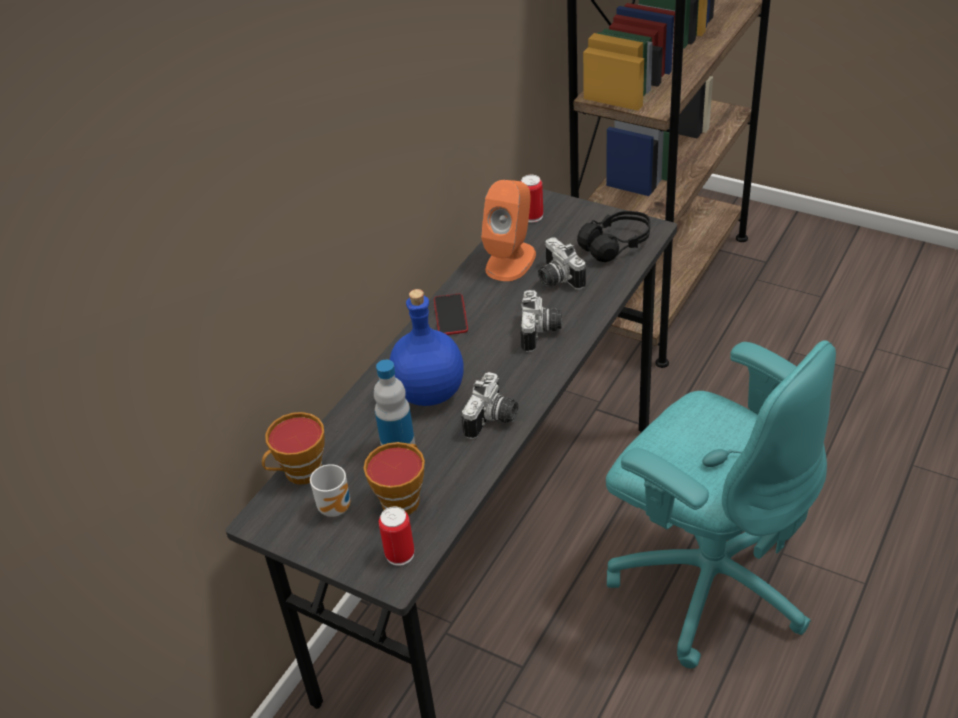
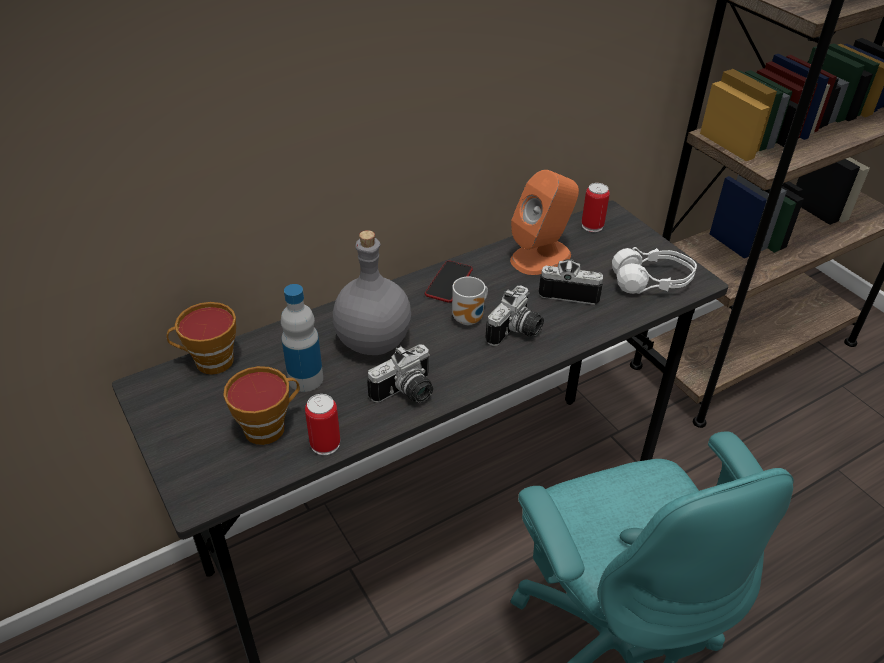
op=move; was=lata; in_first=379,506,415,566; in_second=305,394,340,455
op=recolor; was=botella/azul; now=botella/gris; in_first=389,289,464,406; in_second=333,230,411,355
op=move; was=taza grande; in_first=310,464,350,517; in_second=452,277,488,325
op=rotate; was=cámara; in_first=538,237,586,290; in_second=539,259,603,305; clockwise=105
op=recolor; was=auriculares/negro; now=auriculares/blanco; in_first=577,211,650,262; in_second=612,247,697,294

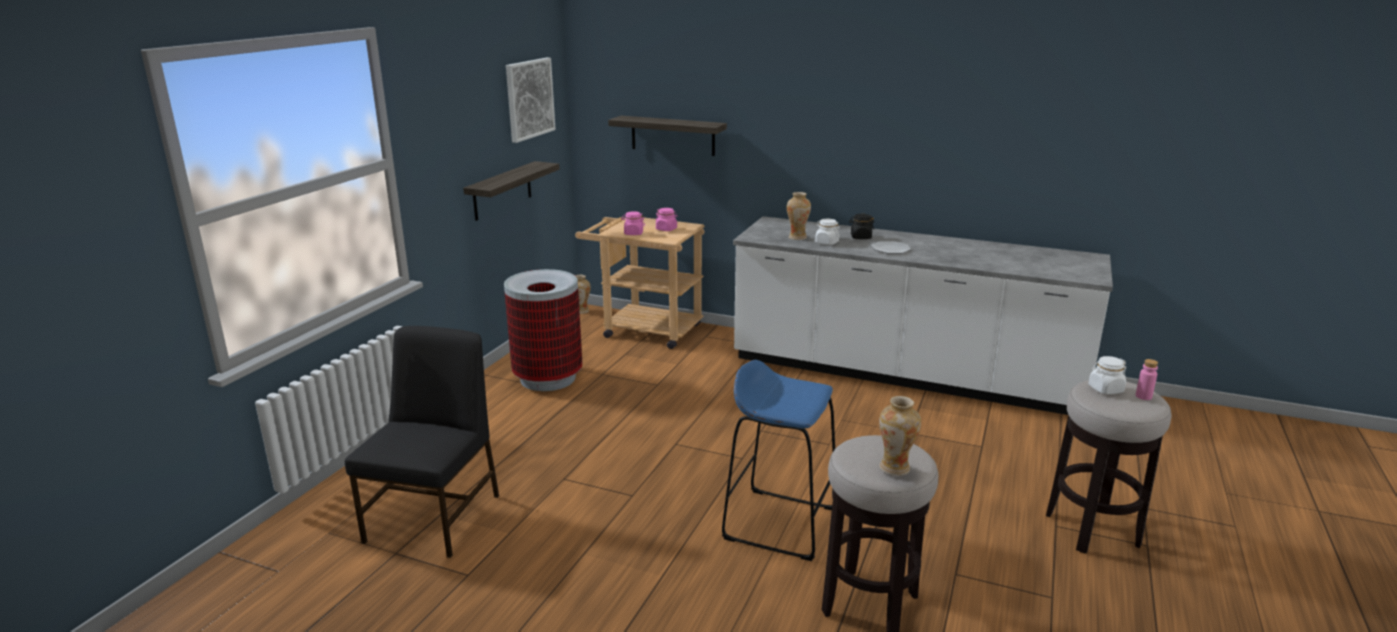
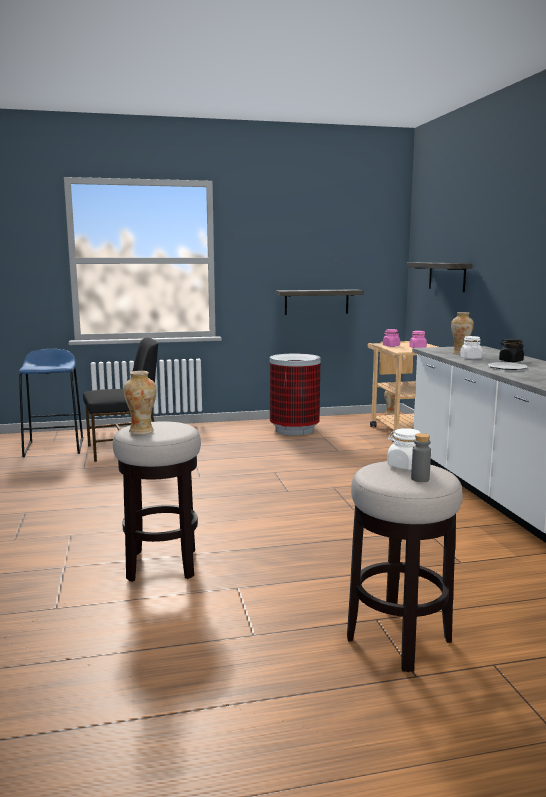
op=move; was=taburete/azul; in_first=722,360,835,561; in_second=19,349,83,457
op=recolor; was=botella/rosa; now=botella/gris; in_first=1136,359,1158,400; in_second=411,433,431,482
op=delete; was=cuadro; in_first=506,58,556,143

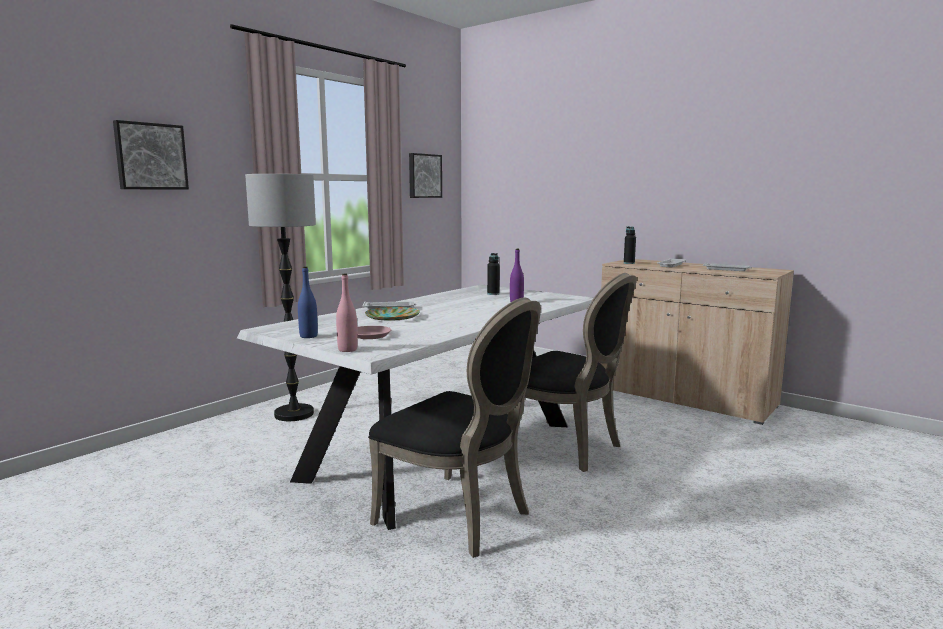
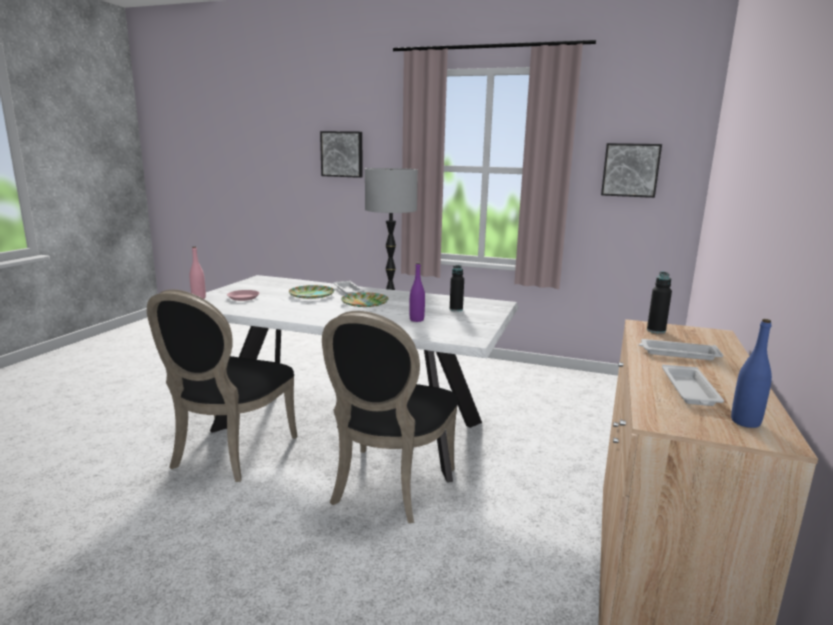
op=insert; now=plato; in_second=341,293,389,307
op=move; was=botella/azul; in_first=298,266,318,338; in_second=731,319,772,428

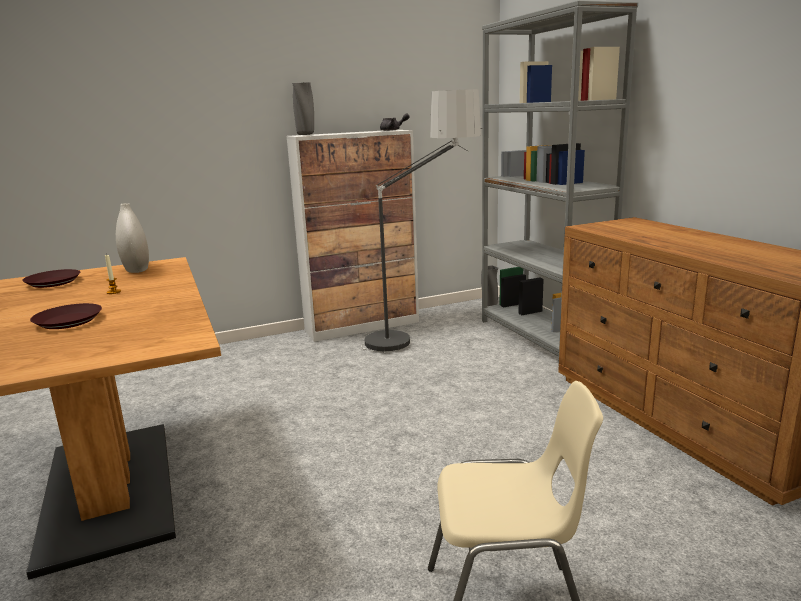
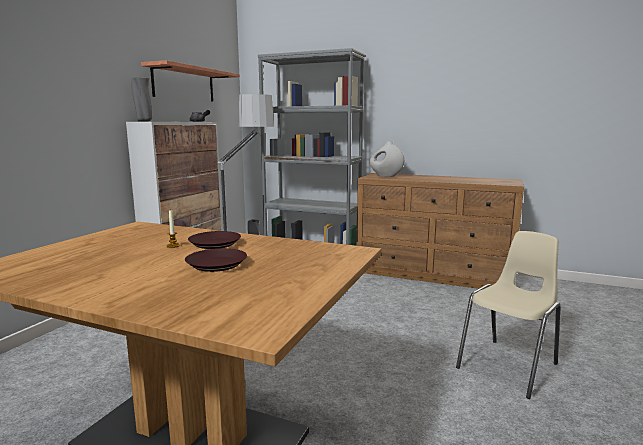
op=insert; now=estante; in_second=141,60,239,101
op=move; was=plato/marrón; in_first=22,269,80,288; in_second=188,231,241,249
op=move; was=florero/blanco; in_first=116,203,149,273; in_second=369,141,404,177

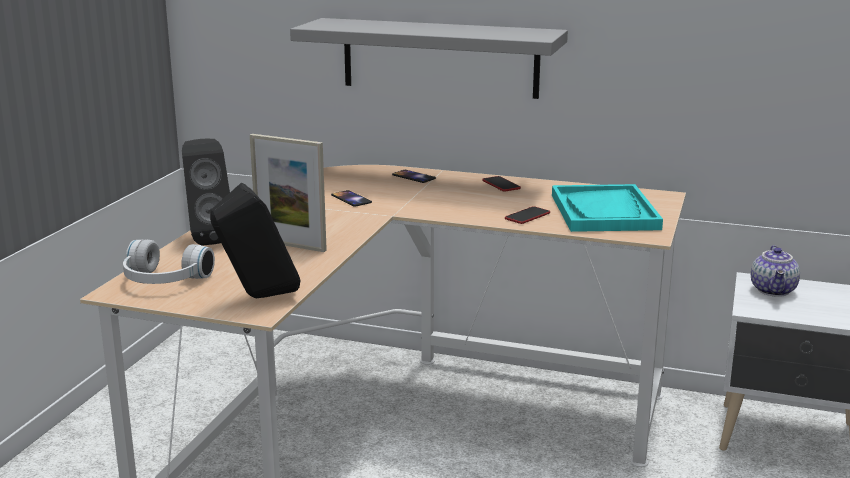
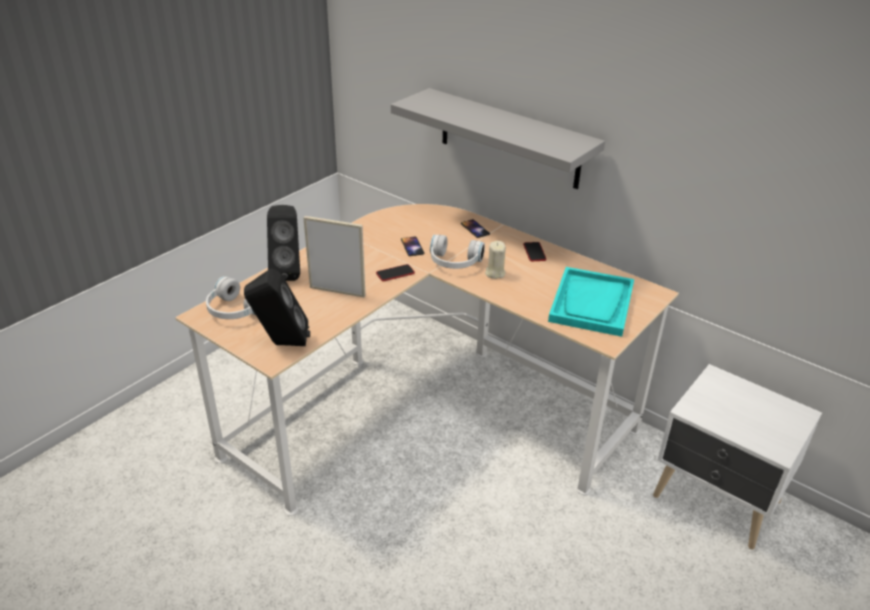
op=rotate; was=portarretratos; in_first=250,134,327,252; in_second=304,216,366,297; clockwise=150
op=move; was=móvil; in_first=505,206,550,224; in_second=376,264,415,281
op=insert; now=auriculares/blanco; in_second=430,235,485,269
op=insert; now=vela/beis; in_second=485,241,506,279
op=delete; was=tetera; in_first=751,245,800,297

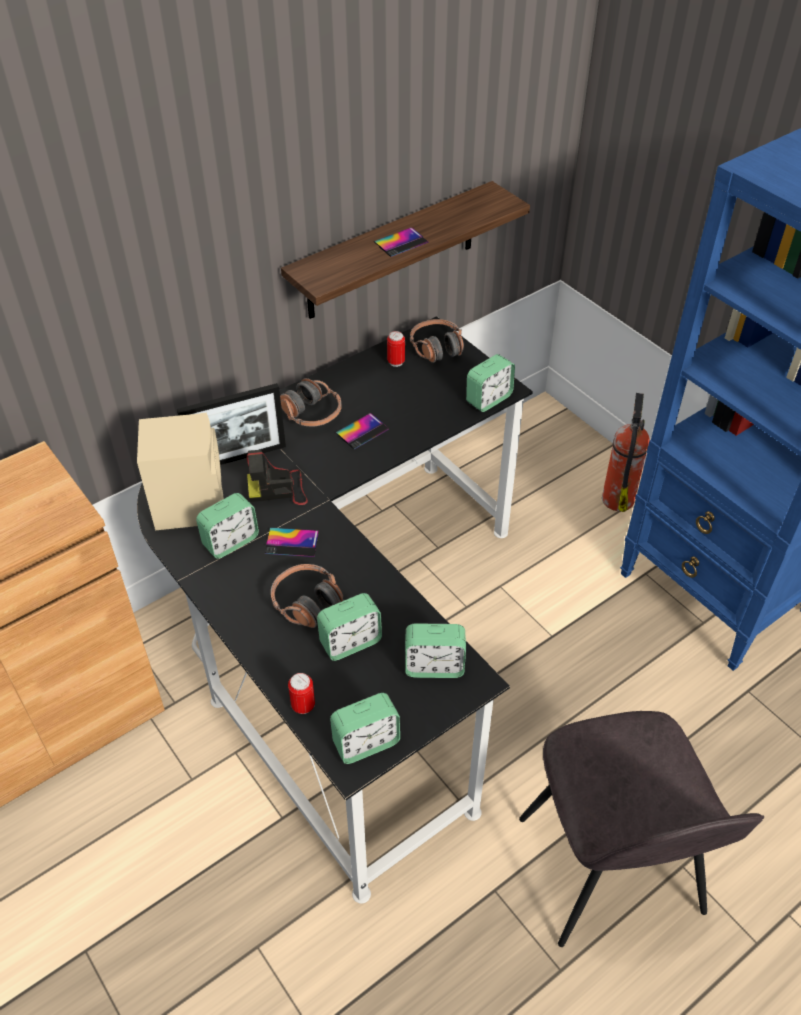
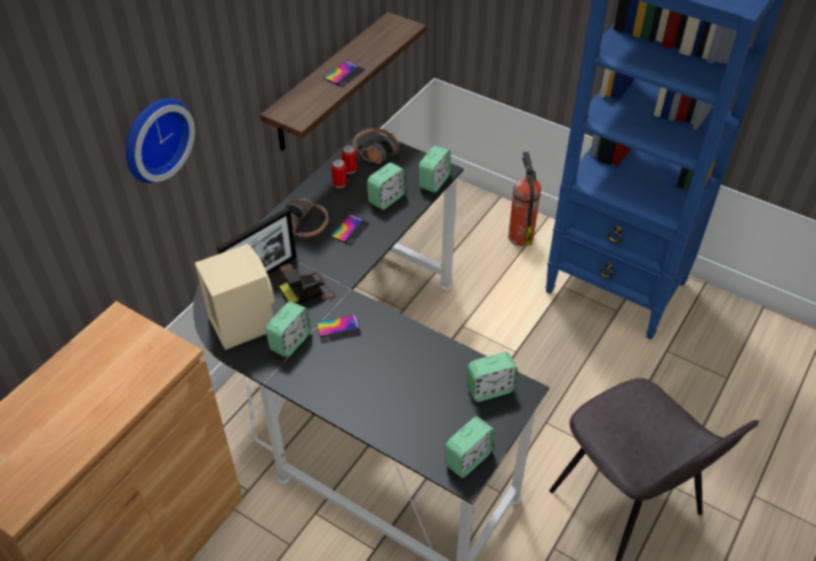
op=insert; now=reloj de pared; in_second=126,98,195,183
op=move; was=lata; in_first=288,673,315,714; in_second=331,159,347,188
op=move; was=despertador; in_first=317,593,382,661; in_second=367,162,406,210
op=delete; was=auriculares; in_first=271,564,343,628

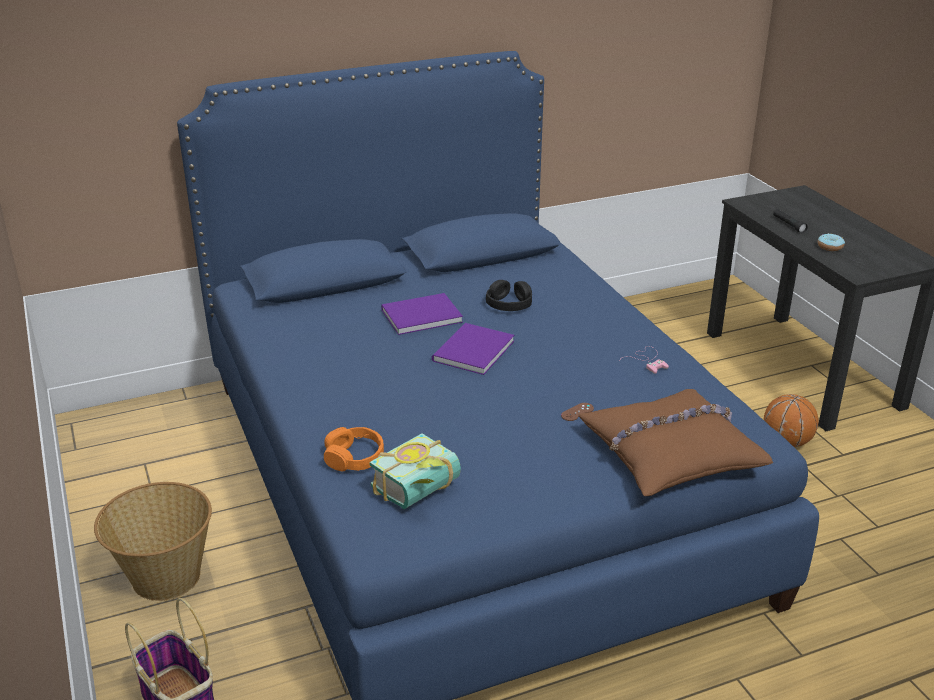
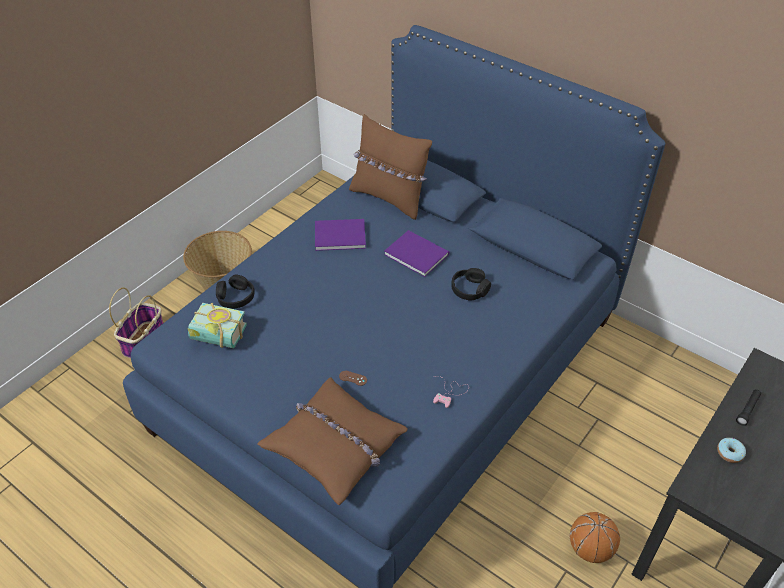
op=recolor; was=auriculares/naranja; now=auriculares/negro; in_first=324,427,384,471; in_second=216,275,255,309
op=move; was=libro/morado; in_first=432,323,514,375; in_second=315,219,366,251
op=insert; now=cojín/marrón; in_second=349,114,432,220

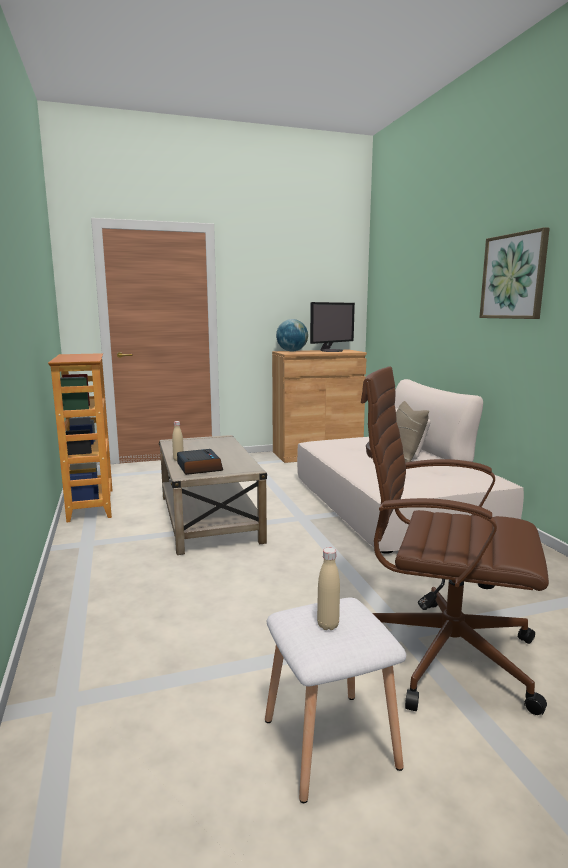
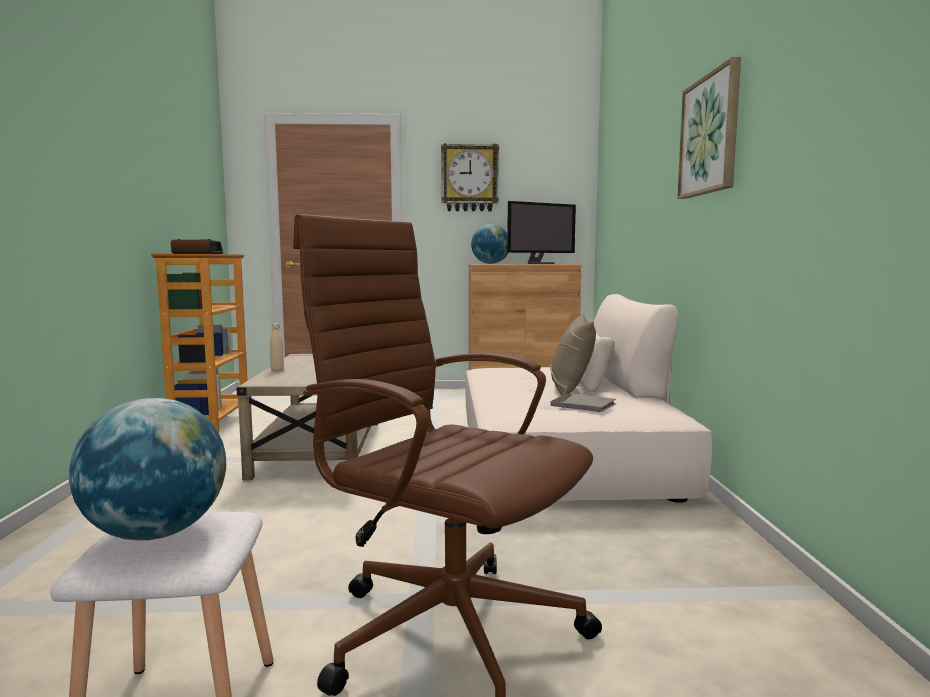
op=replace; was=botella/beis; now=globo terráqueo; in_first=317,548,340,630; in_second=69,398,226,540
op=move; was=despertador; in_first=177,449,223,475; in_second=171,239,223,254
op=insert; now=reloj de pared; in_second=441,143,499,211
op=insert; now=libro/gris; in_second=550,393,616,412

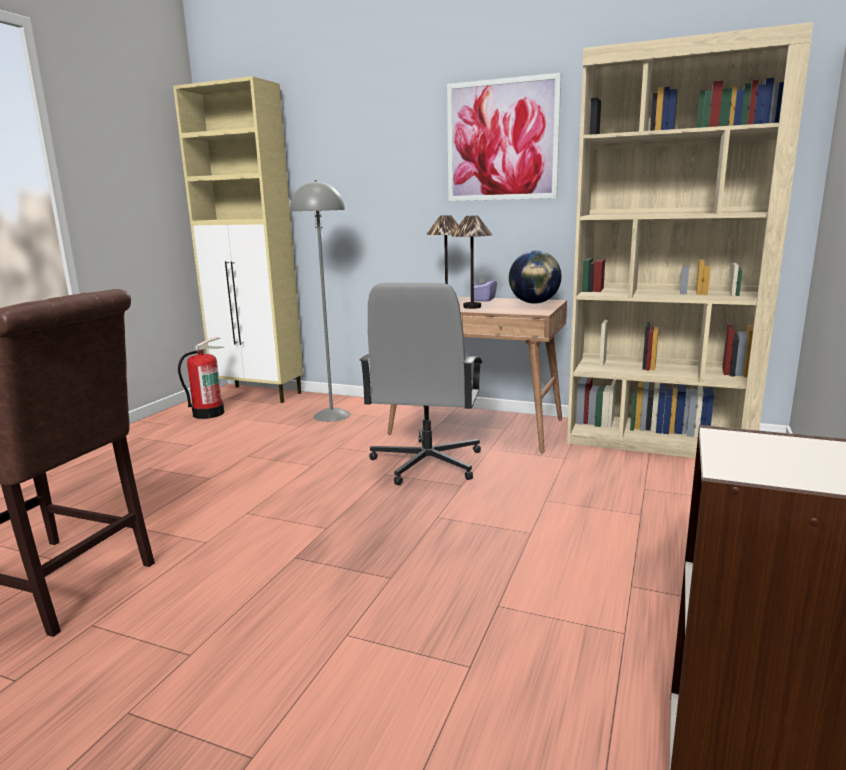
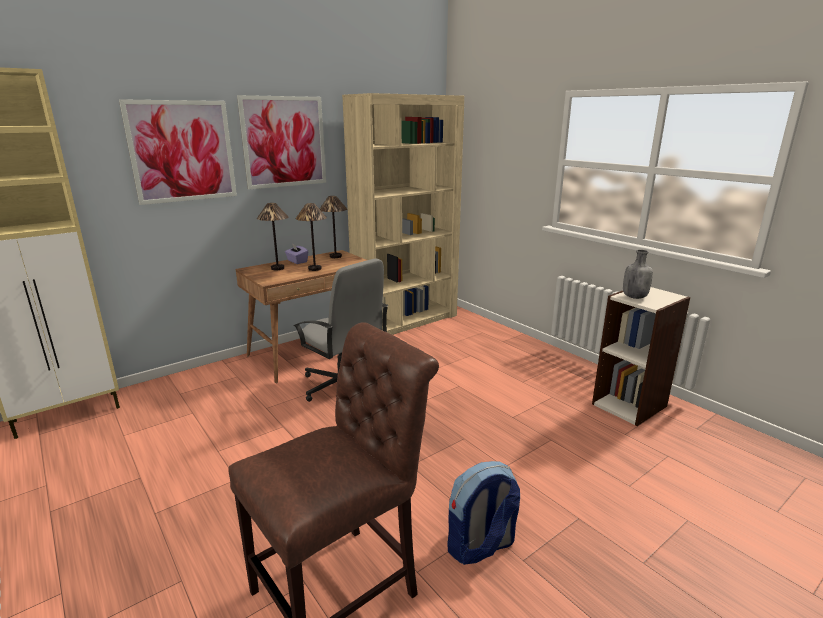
op=insert; now=cuadro; in_second=119,99,237,205
op=replace; was=globo terráqueo; now=lámpara de mesa; in_first=509,250,562,304; in_second=320,196,347,258
op=insert; now=mochila; in_second=447,461,520,565
op=insert; now=botella/gris; in_second=623,250,653,299
op=delete; was=extintor; in_first=178,337,224,419
op=delete; was=lámpara de pie/gris; in_first=290,180,350,422

